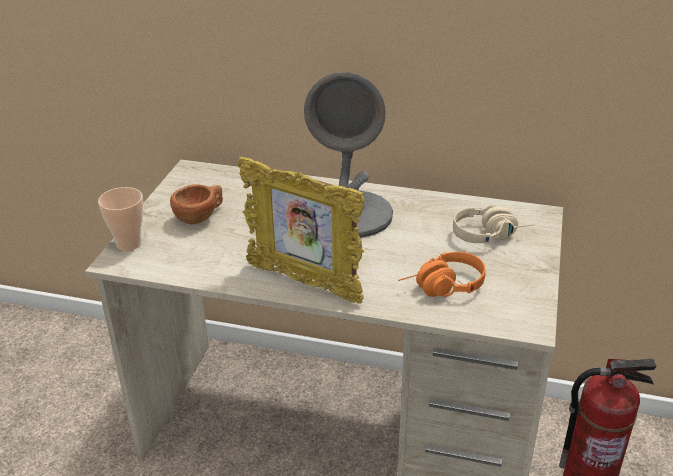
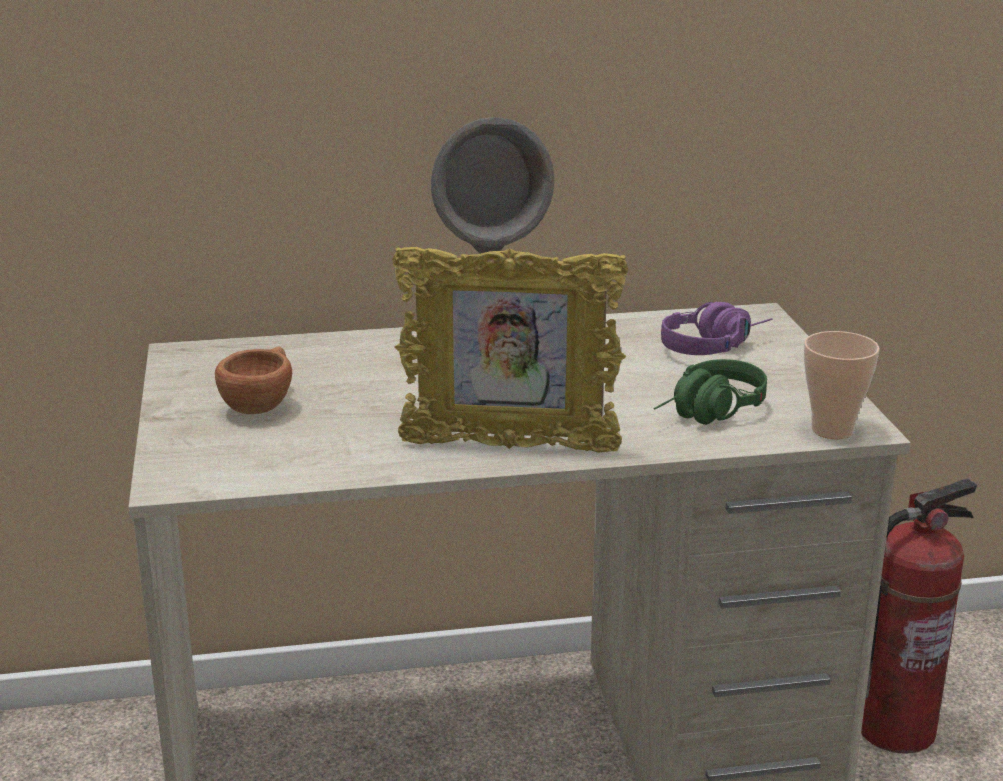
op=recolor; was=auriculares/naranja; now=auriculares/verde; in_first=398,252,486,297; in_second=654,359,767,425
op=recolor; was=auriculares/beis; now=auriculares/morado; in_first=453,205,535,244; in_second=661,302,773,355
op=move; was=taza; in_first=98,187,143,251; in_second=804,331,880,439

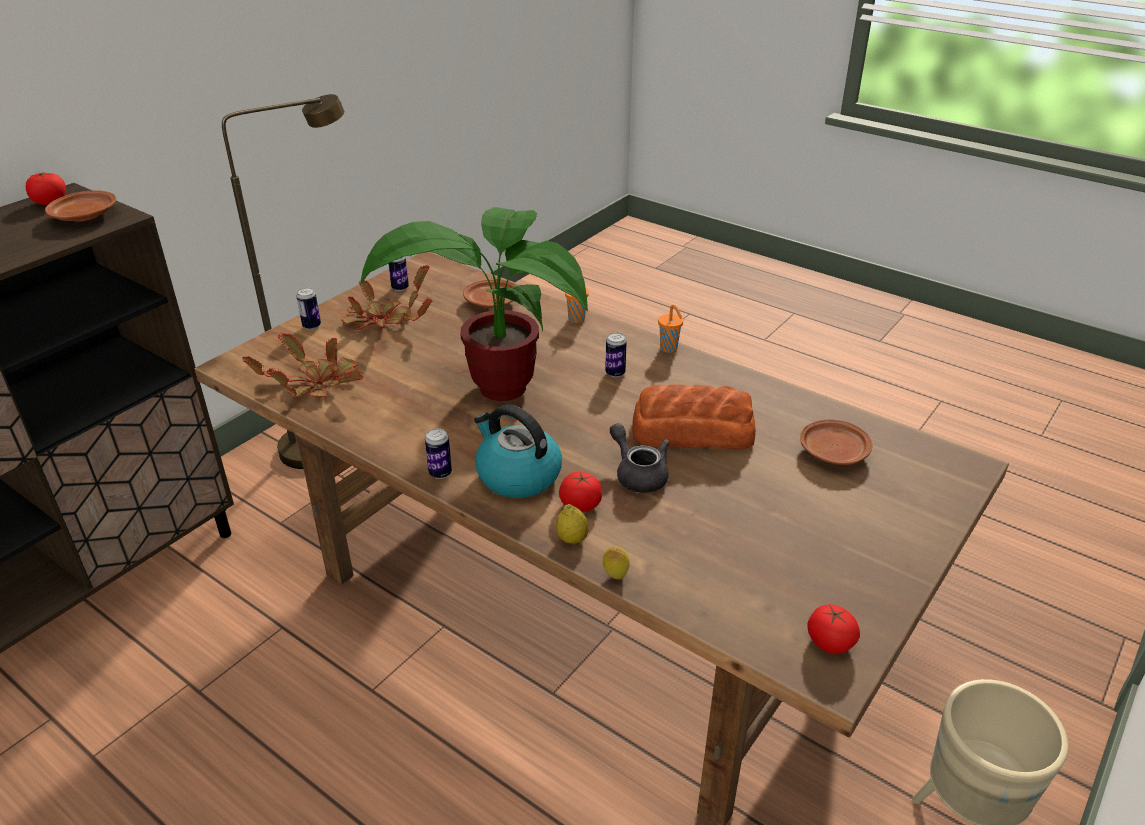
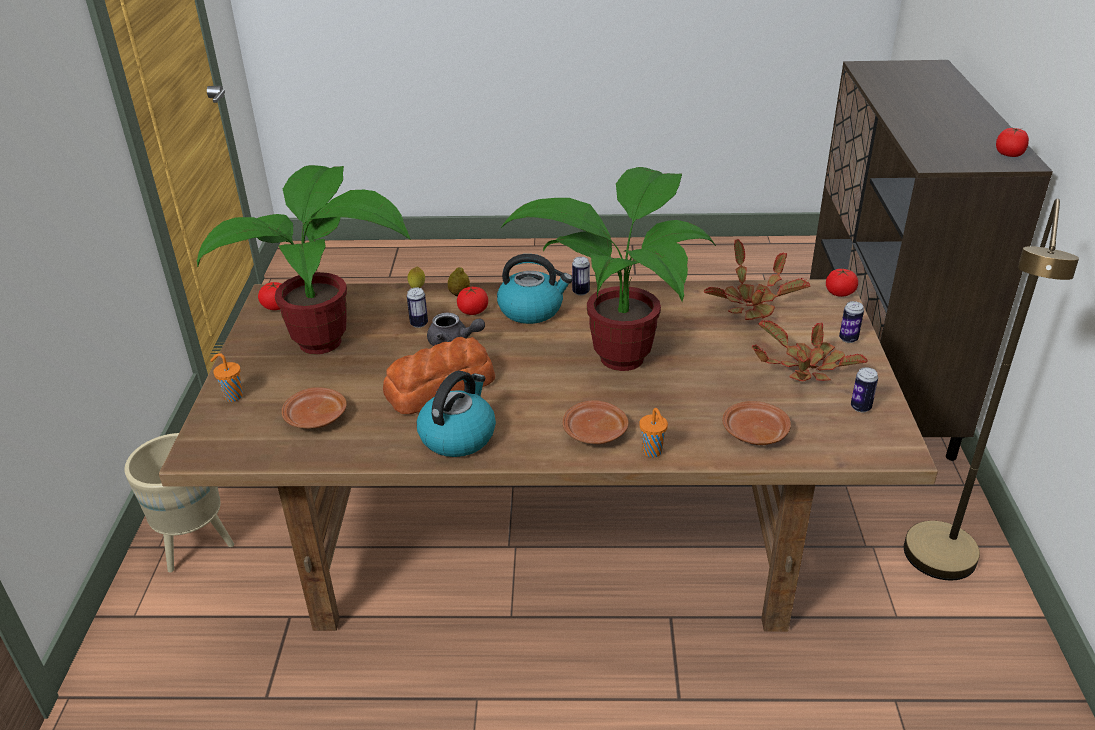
op=insert; now=planta en maceta; in_second=197,165,411,355
op=move; was=taza/naranja; in_first=658,305,683,353; in_second=210,353,243,402
op=move; was=lata; in_first=605,333,627,377; in_second=407,288,428,328
op=insert; now=hervidor; in_second=417,371,496,457
op=move; was=plato/marrón; in_first=45,191,116,221; in_second=563,400,628,444
op=insert; now=tomate; in_second=826,269,858,297

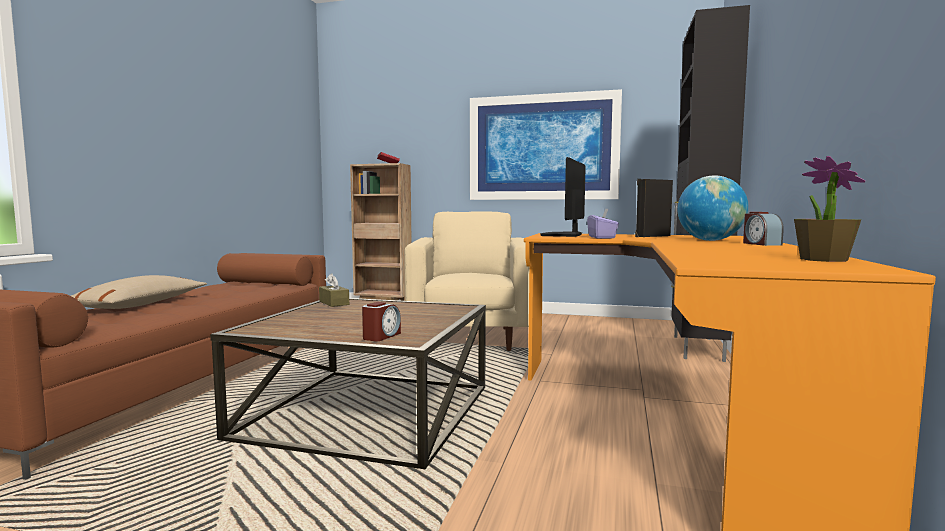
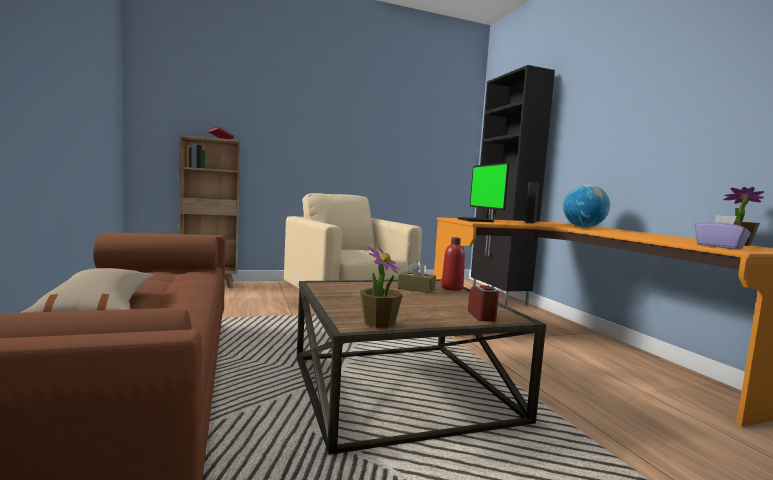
op=insert; now=planta en maceta; in_second=360,246,403,328
op=move; was=caja de pañuelos/marrón; in_first=319,273,349,307; in_second=398,261,436,293
op=insert; now=botella/rojo; in_second=441,237,465,291
op=move; was=caja de pañuelos/morado; in_first=587,208,619,238; in_second=694,215,751,249
op=delete; was=cuadro; in_first=470,89,622,200
op=delete; was=despertador; in_first=743,212,784,246

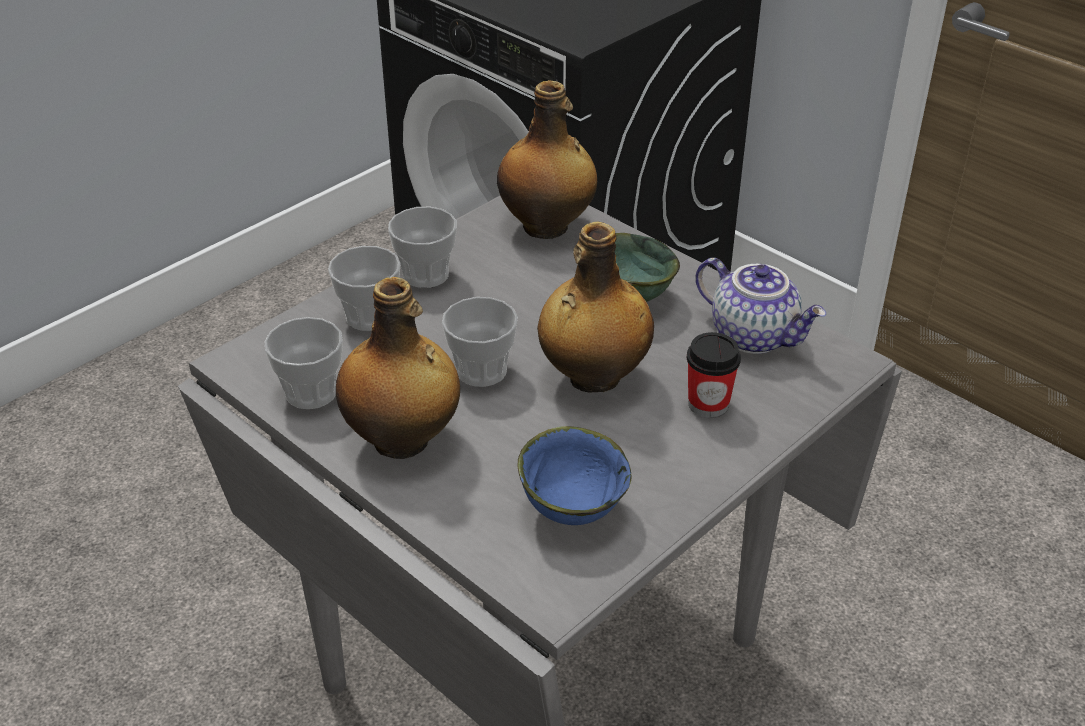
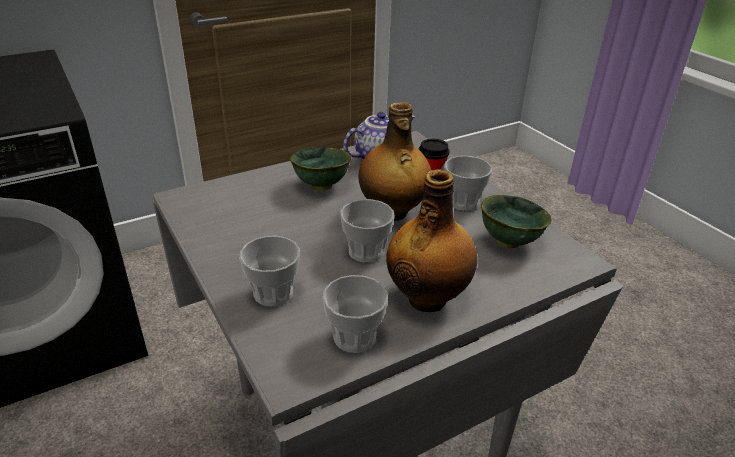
op=move; was=taza; in_first=388,207,457,288; in_second=444,156,492,211
op=recolor; was=cuenco/azul; now=cuenco/verde; in_first=518,426,632,525; in_second=481,195,551,248
op=delete; was=botella; in_first=497,80,597,239

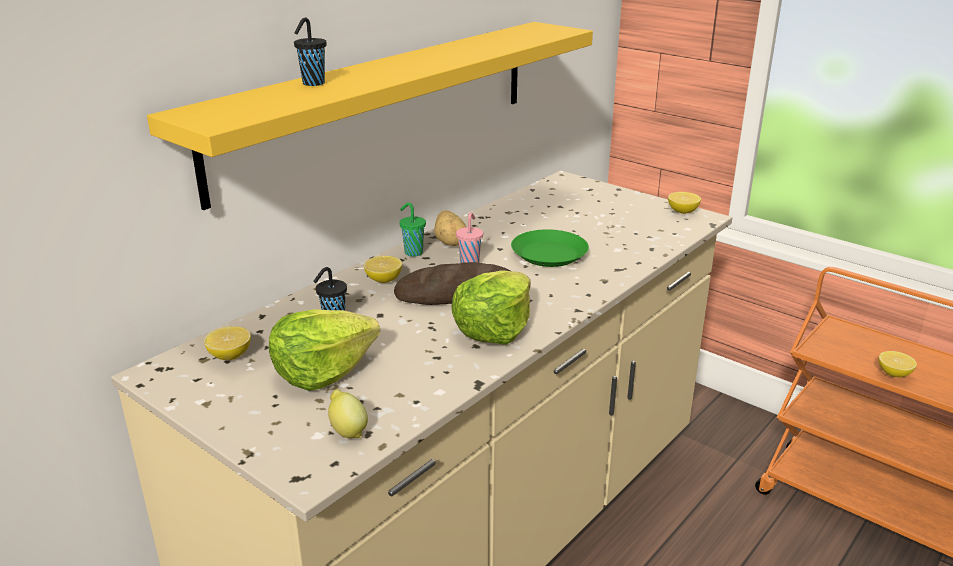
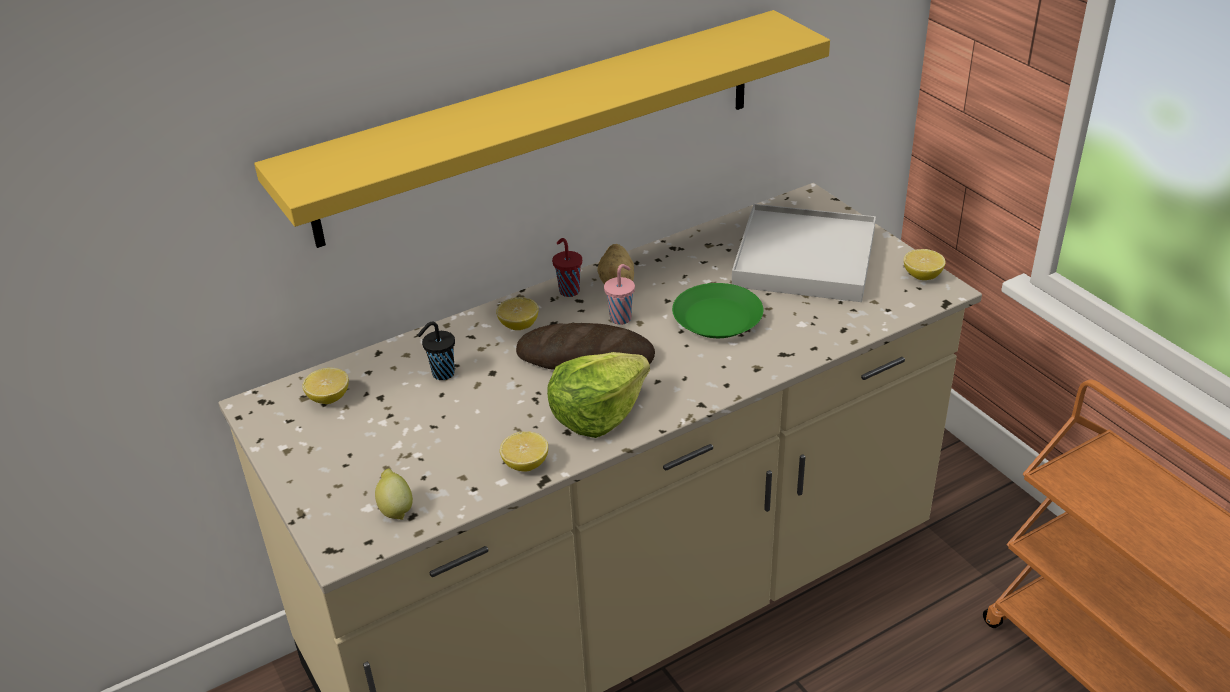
op=move; was=limón; in_first=879,351,917,377; in_second=500,431,548,472
op=recolor; was=taza/verde; now=taza/rojo; in_first=399,202,426,257; in_second=552,238,582,297
op=insert; now=bandeja/blanco; in_second=732,204,876,302
op=delete; was=lechuga; in_first=269,309,380,391
op=delete; was=taza/negro; in_first=294,18,326,86

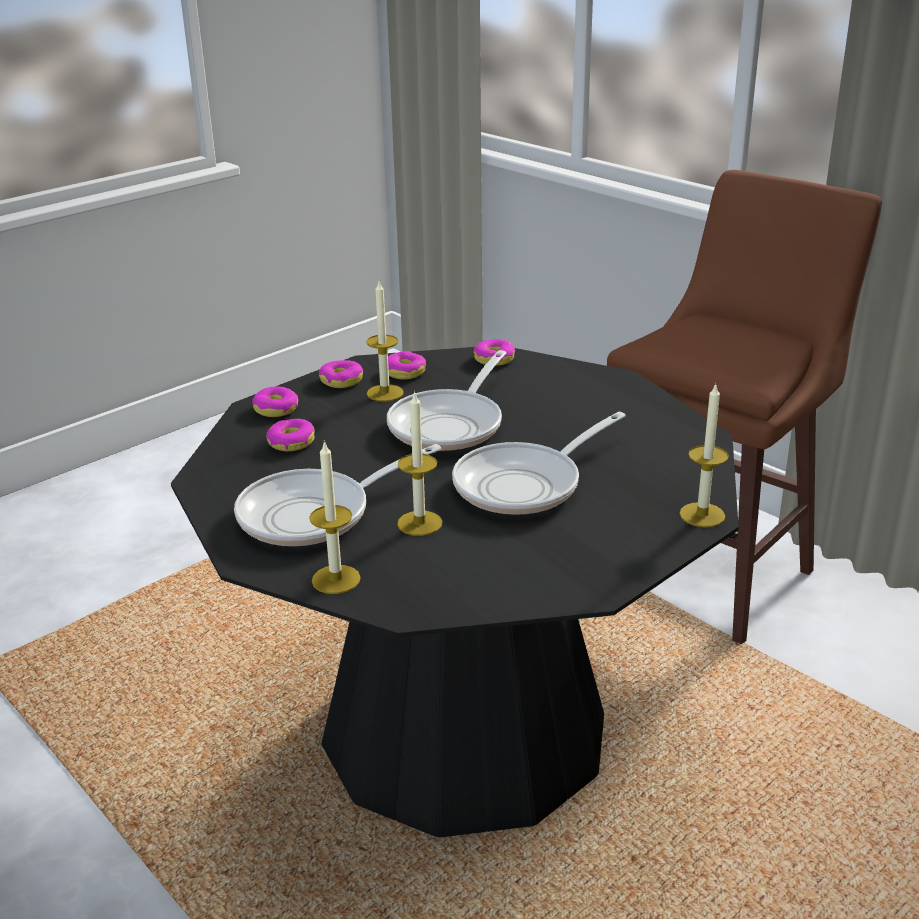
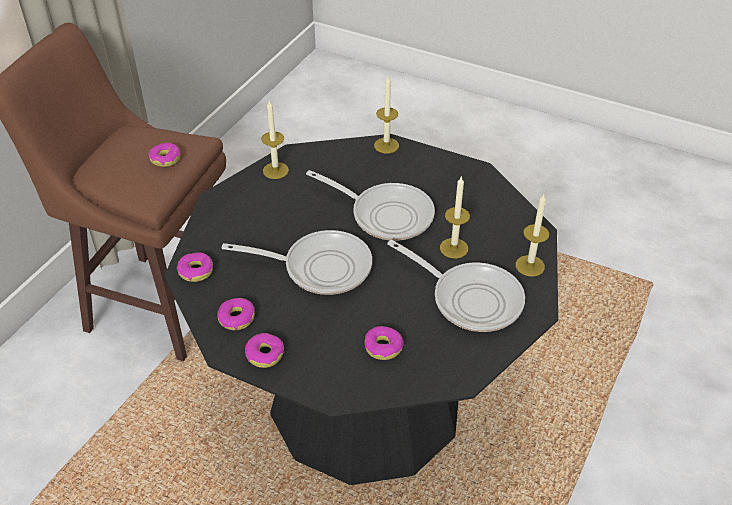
op=move; was=rosquilla; in_first=252,387,298,417; in_second=149,143,181,167
op=move; was=vela; in_first=366,281,404,402; in_second=261,101,289,179

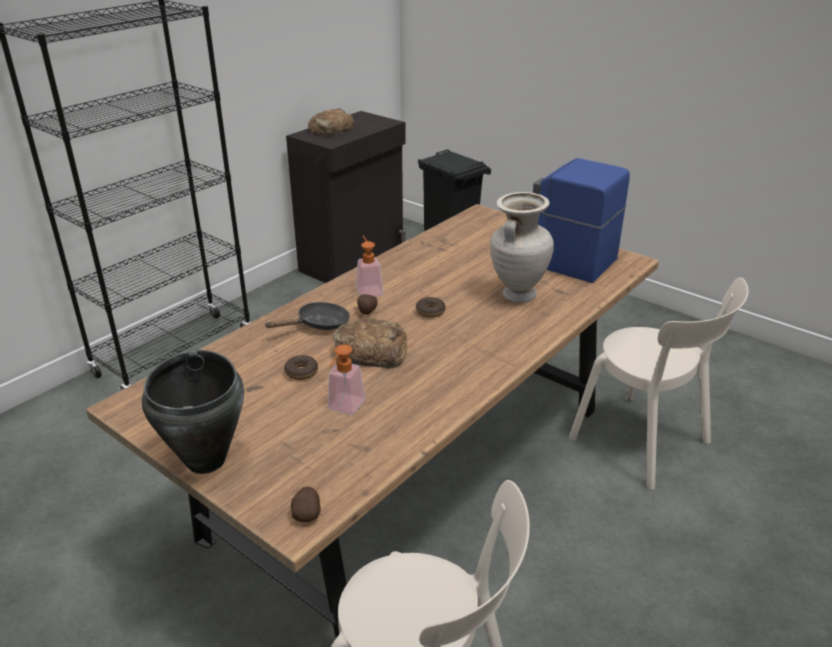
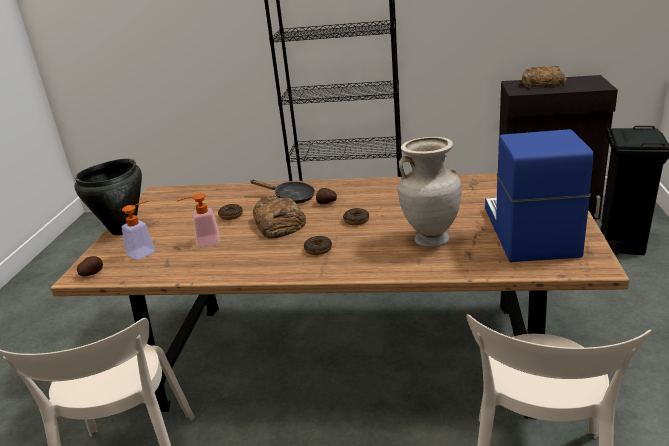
op=move; was=dispensador de jabón; in_first=356,236,383,297; in_second=121,201,155,260
op=insert; now=rosquilla; in_second=304,236,332,255

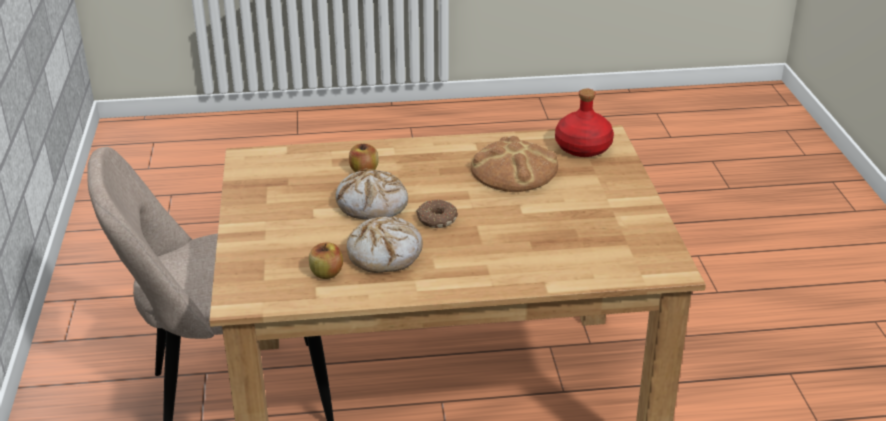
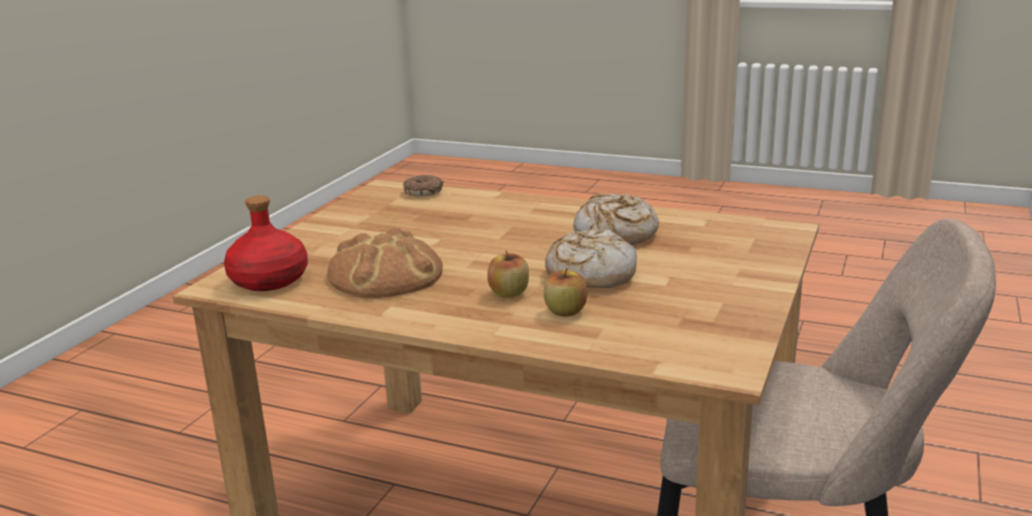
op=move; was=rosquilla; in_first=416,199,458,228; in_second=403,175,444,196
op=move; was=manzana; in_first=309,242,343,279; in_second=487,251,529,298

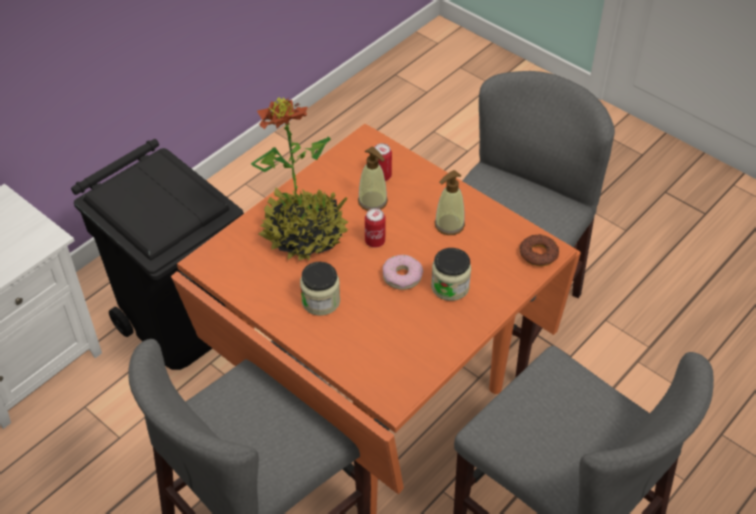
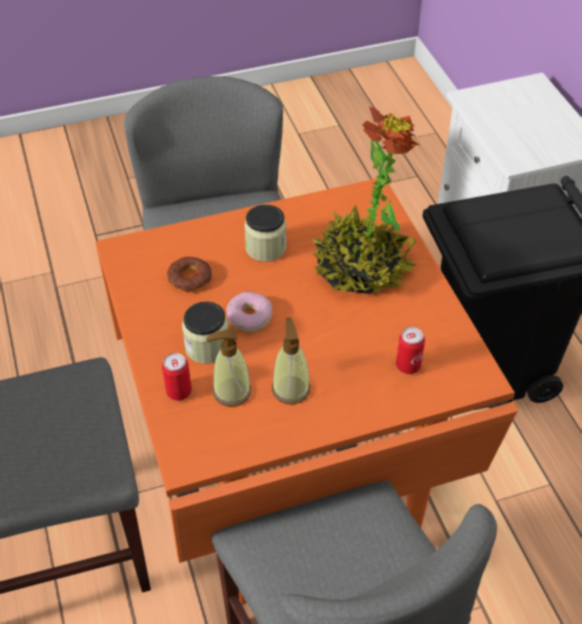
op=move; was=lata; in_first=365,208,386,248; in_second=162,353,192,401
op=move; was=rosquilla; in_first=519,234,559,266; in_second=167,256,212,292
op=move; was=dispensador de jabón; in_first=358,147,388,211; in_second=206,329,251,407

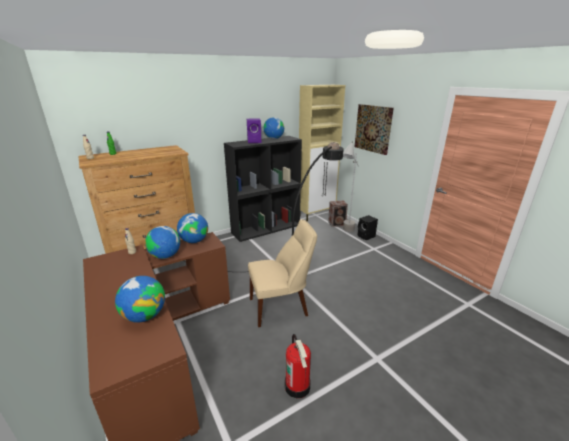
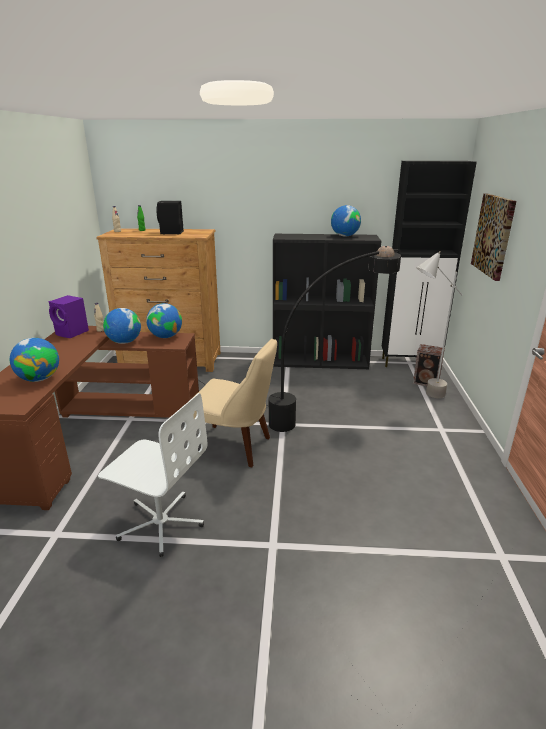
op=move; was=altavoz/morado; in_first=247,118,261,143; in_second=48,295,89,338
op=replace; was=extintor; now=silla de oficina/blanco; in_first=285,334,311,398; in_second=98,393,207,557
op=move; was=altavoz/negro; in_first=357,215,378,240; in_second=156,201,184,234
op=recolor; was=armario/beis; now=armario/negro; in_first=299,85,345,221; in_second=382,161,477,367

